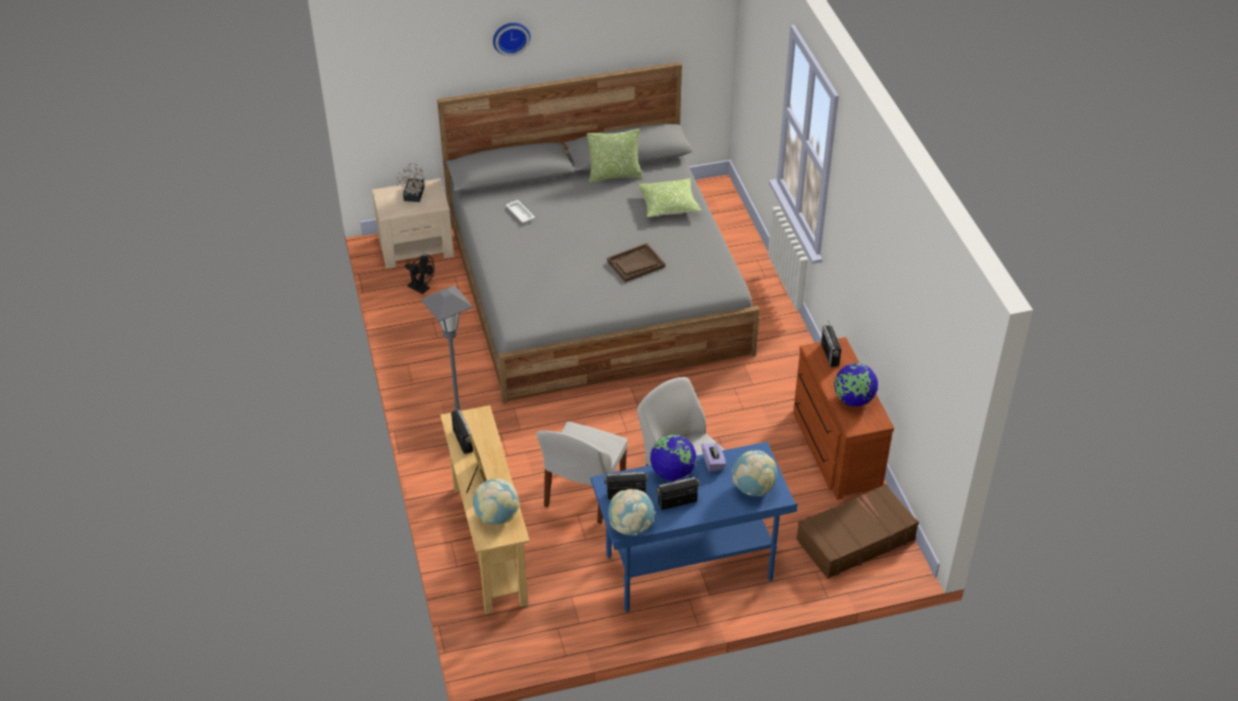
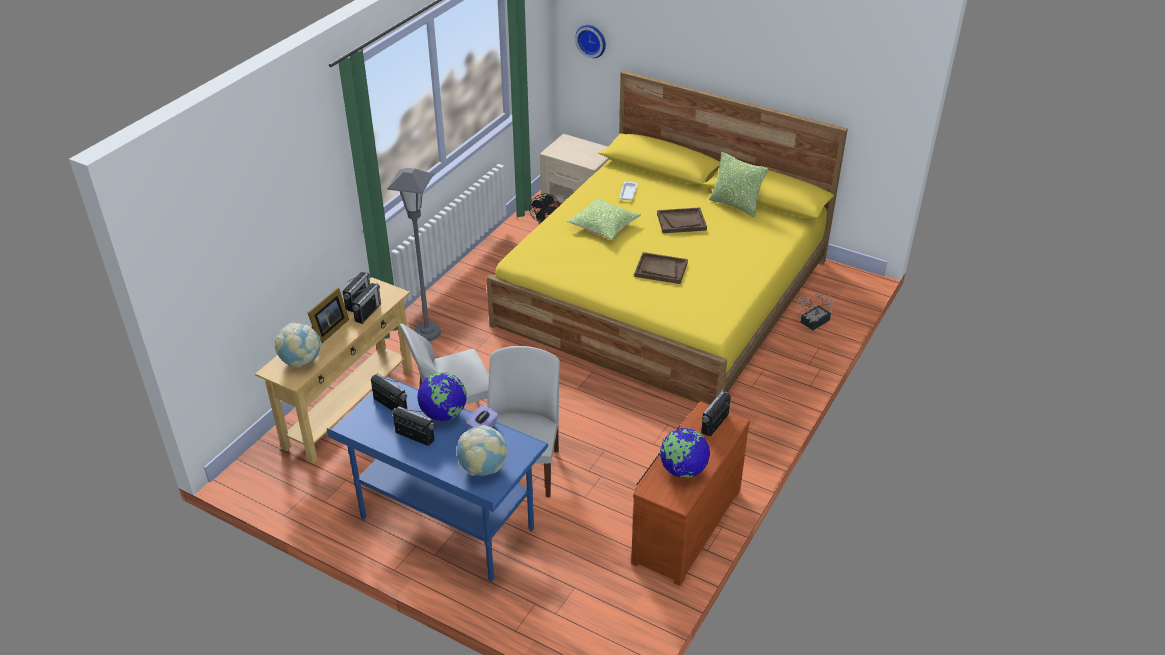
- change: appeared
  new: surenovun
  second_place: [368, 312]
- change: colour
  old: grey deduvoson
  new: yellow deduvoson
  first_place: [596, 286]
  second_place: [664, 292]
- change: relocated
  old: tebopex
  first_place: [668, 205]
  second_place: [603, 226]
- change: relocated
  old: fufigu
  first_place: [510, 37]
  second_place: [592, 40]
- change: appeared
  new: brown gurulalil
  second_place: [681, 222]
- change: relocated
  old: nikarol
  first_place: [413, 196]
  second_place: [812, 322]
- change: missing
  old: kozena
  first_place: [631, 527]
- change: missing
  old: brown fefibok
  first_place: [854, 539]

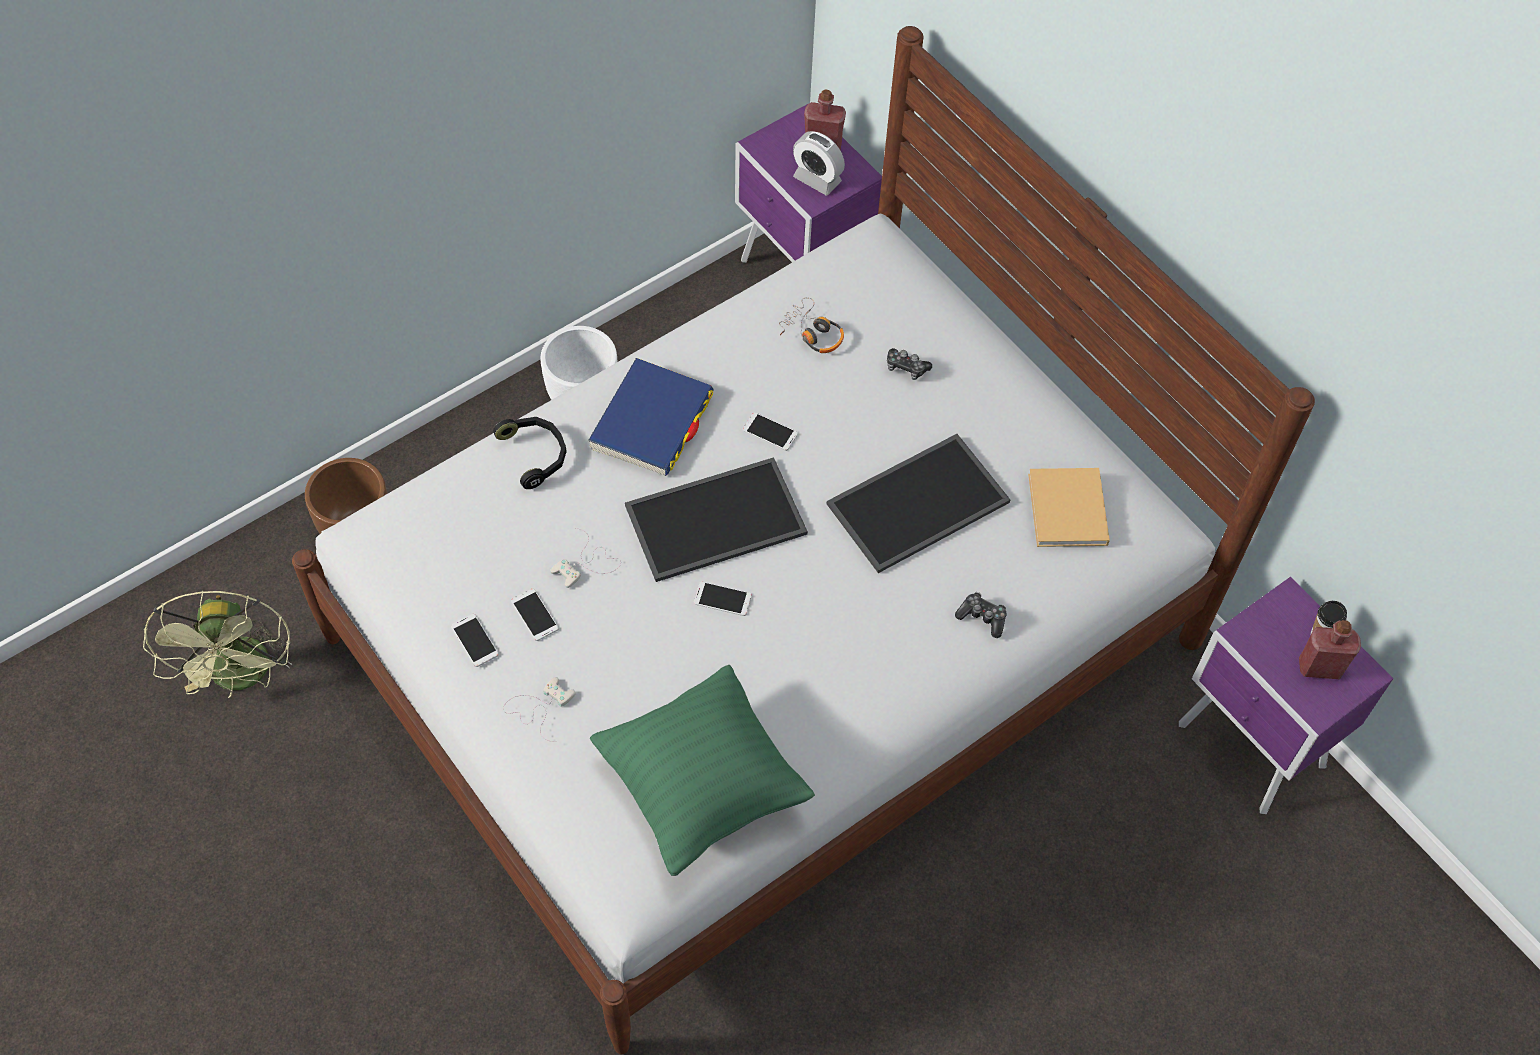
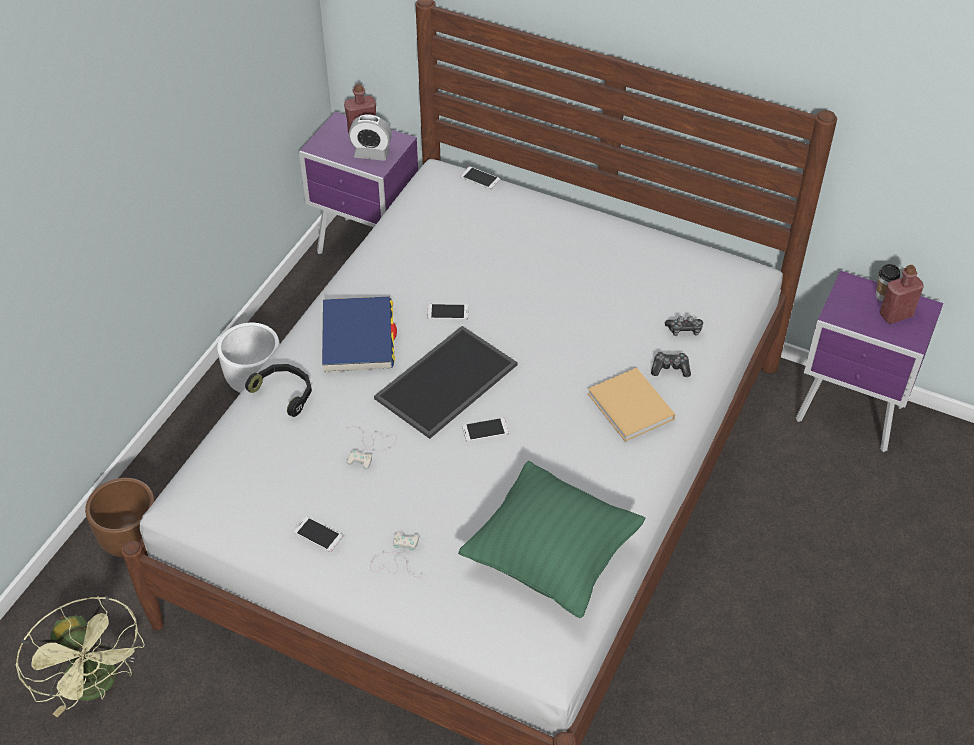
- change: relocated
  old: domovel
  first_place: [534, 615]
  second_place: [480, 178]
- change: relocated
  old: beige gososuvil
  first_place: [1067, 512]
  second_place: [632, 408]
- change: relocated
  old: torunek
  first_place: [906, 368]
  second_place: [684, 330]
- change: missing
  old: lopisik
  first_place: [812, 333]
- change: missing
  old: gurulalil
  first_place: [918, 500]

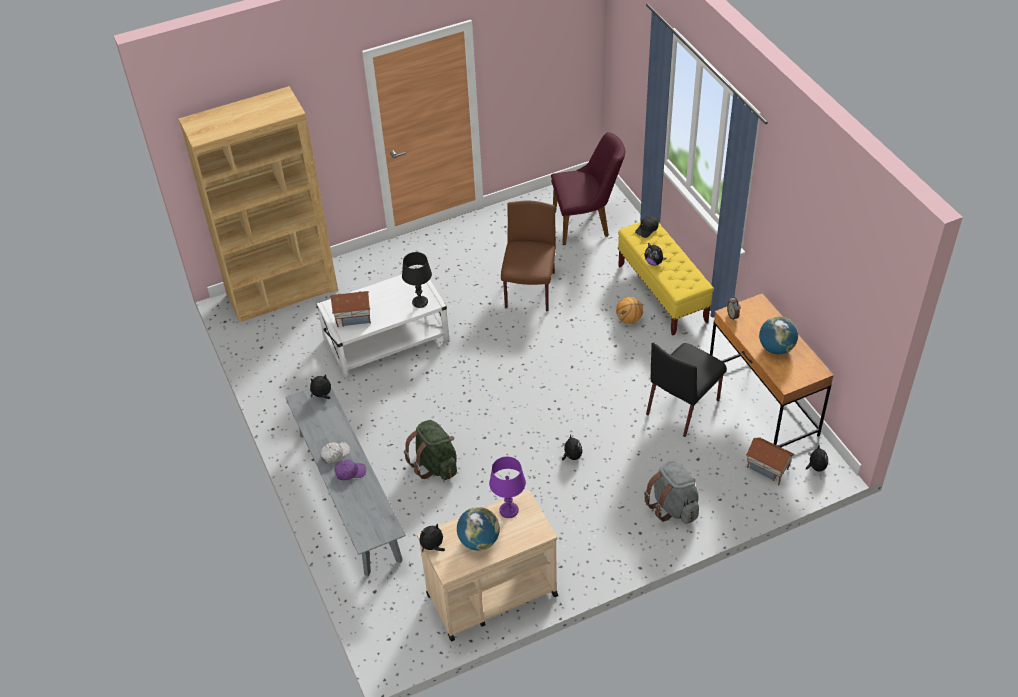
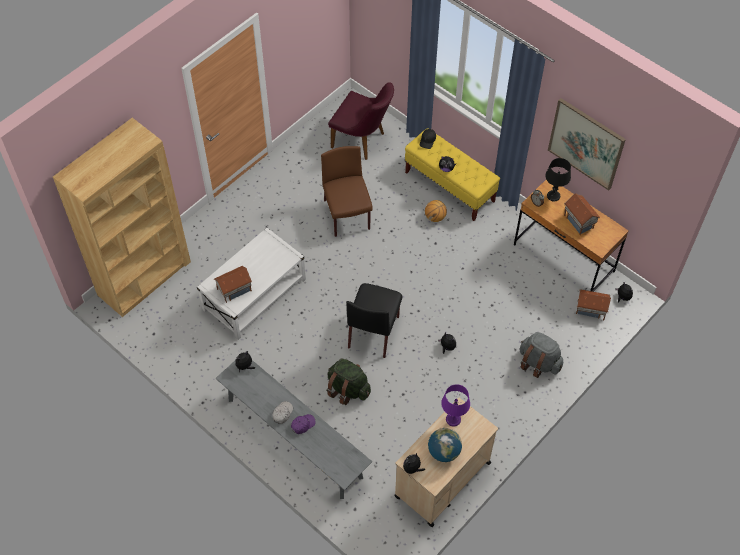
- change: spun
  old: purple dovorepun
  first_place: [586, 223]
  second_place: [362, 141]
  degrees: 60
- change: relocated
  old: black dovorepun
  first_place: [683, 406]
  second_place: [373, 331]
- change: relocated
  old: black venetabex
  first_place: [420, 302]
  second_place: [553, 196]
- change: appeared
  new: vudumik
  second_place: [586, 143]
- change: exchanged
  old: kozena
  new: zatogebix
  first_place: [776, 348]
  second_place: [579, 221]

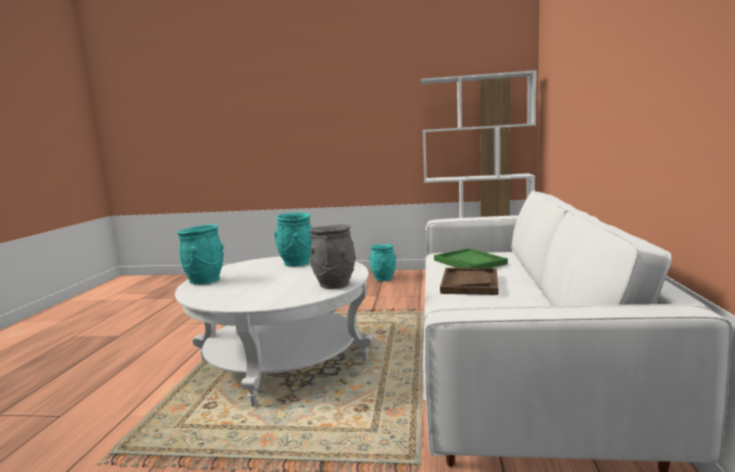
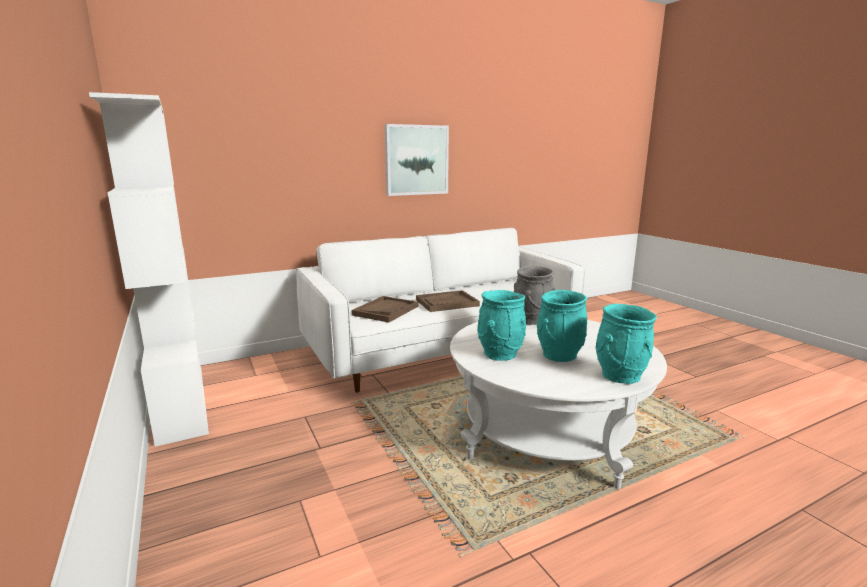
- change: colour
  old: green gurulalil
  new: brown gurulalil
  first_place: [469, 262]
  second_place: [385, 310]
- change: appeared
  new: vudumik
  second_place: [416, 160]
- change: relocated
  old: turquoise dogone
  first_place: [384, 278]
  second_place: [559, 355]

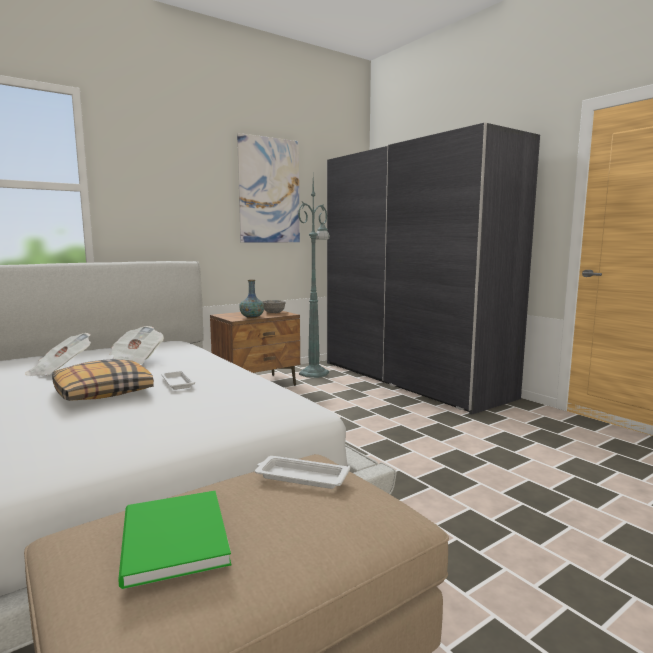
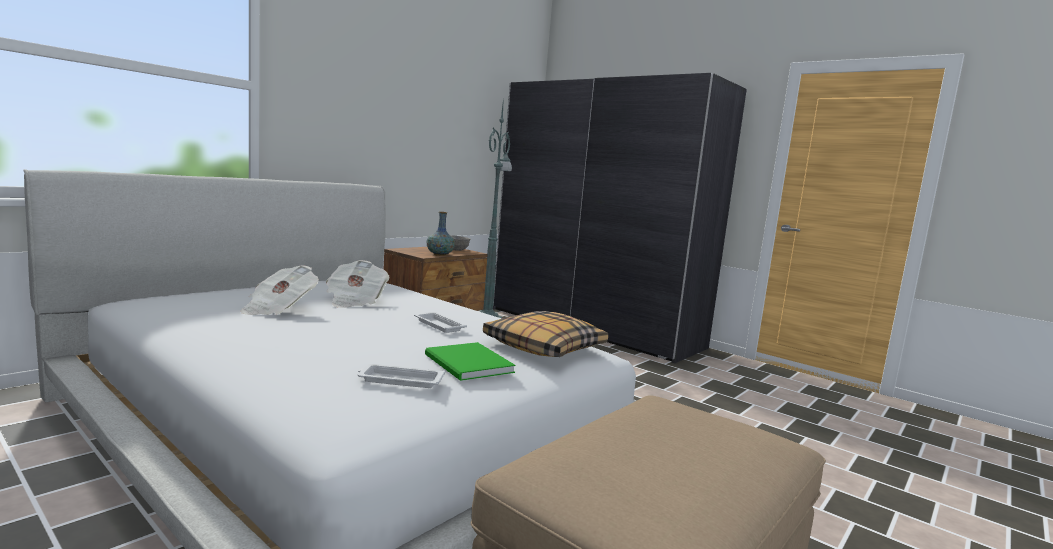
- change: relocated
  old: white gurulalil
  first_place: [300, 477]
  second_place: [399, 380]
- change: relocated
  old: green gososuvil
  first_place: [171, 541]
  second_place: [468, 365]
- change: relocated
  old: tebopex
  first_place: [102, 392]
  second_place: [543, 347]
- change: missing
  old: vudumik
  first_place: [269, 190]

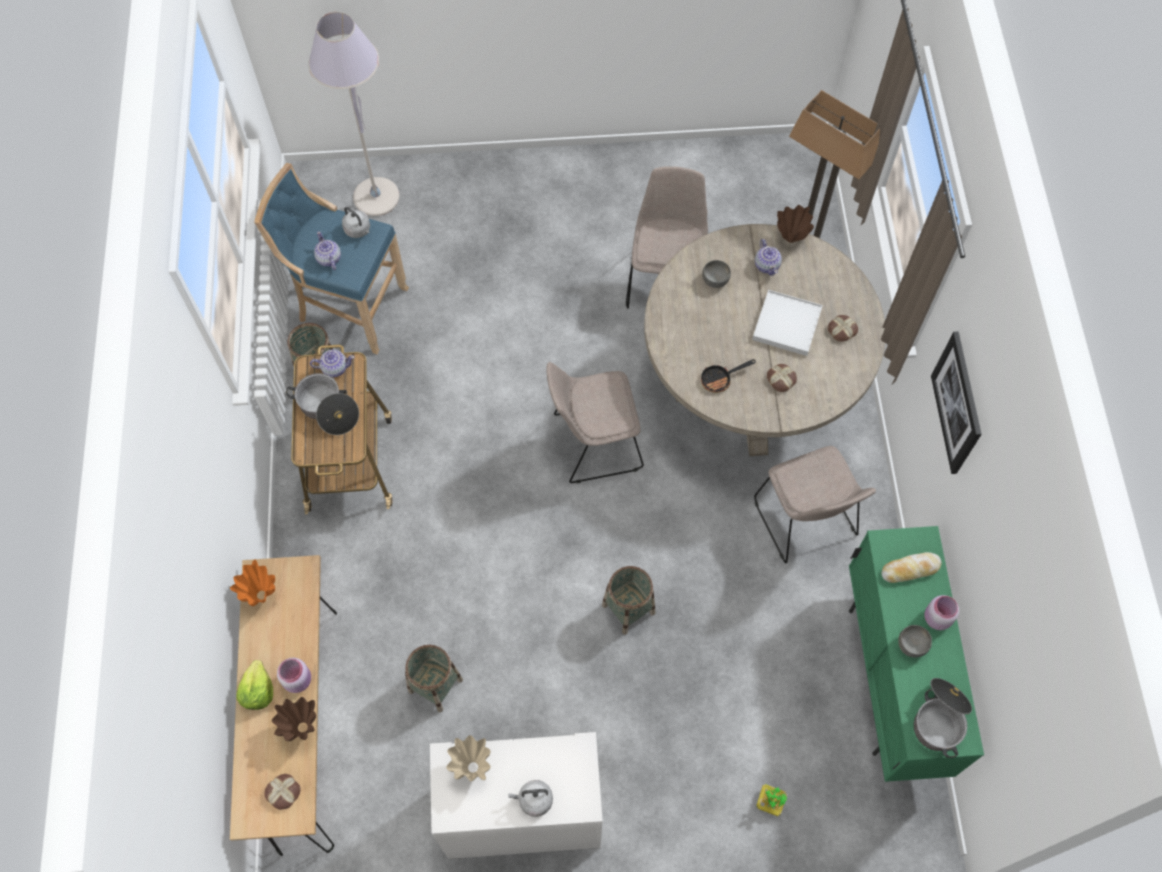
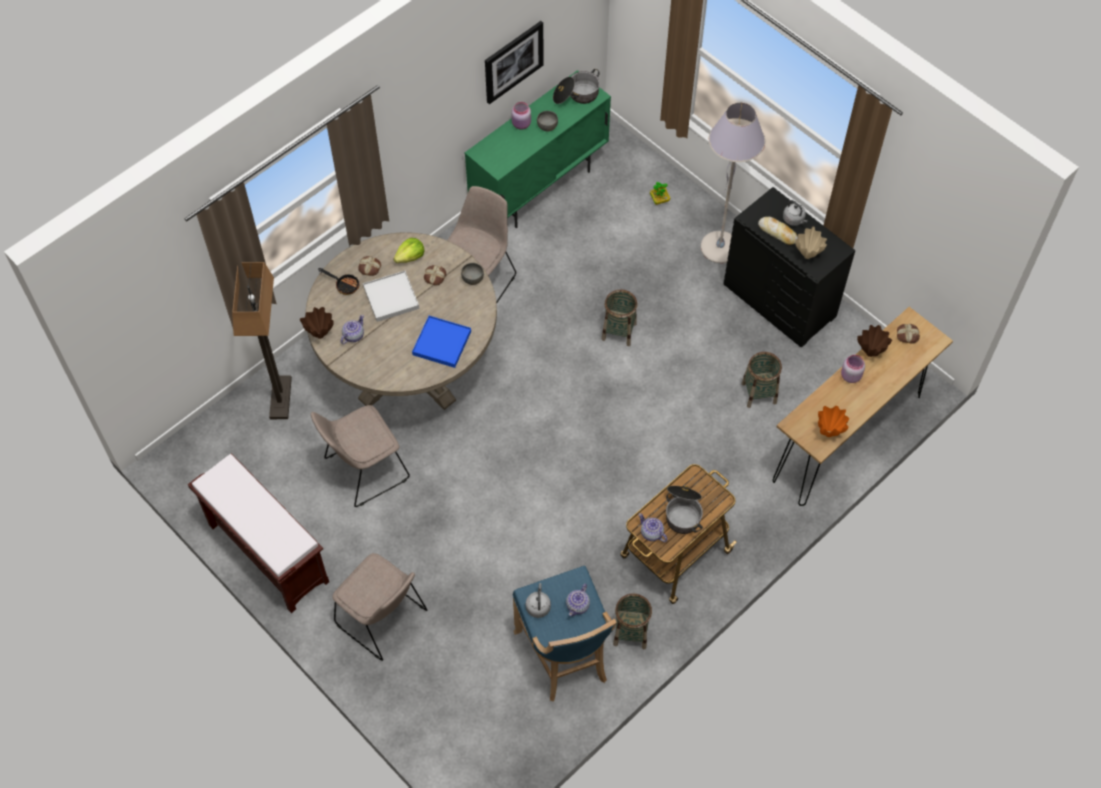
- change: appeared
  new: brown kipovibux
  second_place: [267, 553]
- change: relocated
  old: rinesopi
  first_place: [720, 379]
  second_place: [344, 284]
- change: relocated
  old: beige dovorepun
  first_place: [593, 443]
  second_place: [383, 619]
- change: relocated
  old: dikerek
  first_place: [257, 691]
  second_place: [410, 257]
- change: appeared
  new: blue gurulalil
  second_place: [442, 343]
- change: relocated
  old: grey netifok
  first_place: [715, 280]
  second_place: [472, 278]
- change: relocated
  old: vudumik
  first_place: [958, 403]
  second_place: [513, 61]
- change: relocated
  old: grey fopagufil
  first_place: [376, 197]
  second_place: [719, 248]
- change: colour
  old: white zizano
  new: black zizano
  first_place: [522, 814]
  second_place: [780, 300]
- change: relocated
  old: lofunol
  first_place: [910, 569]
  second_place: [777, 233]

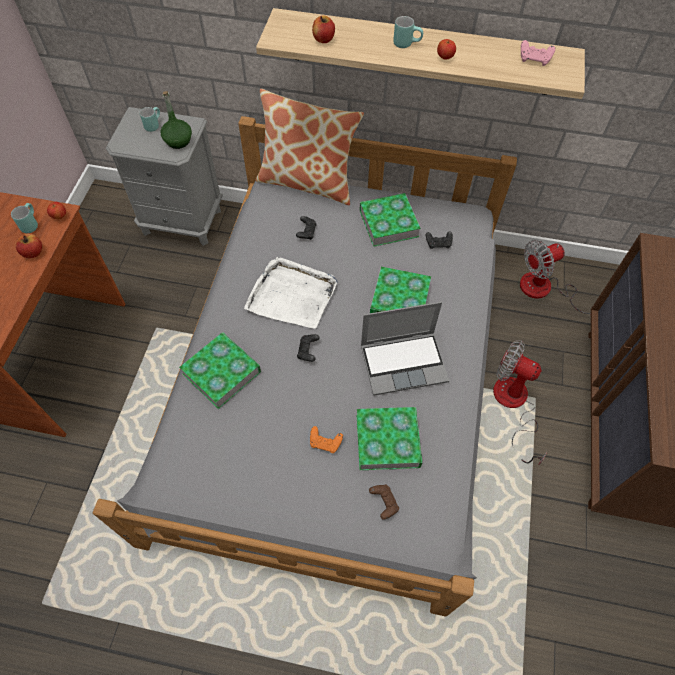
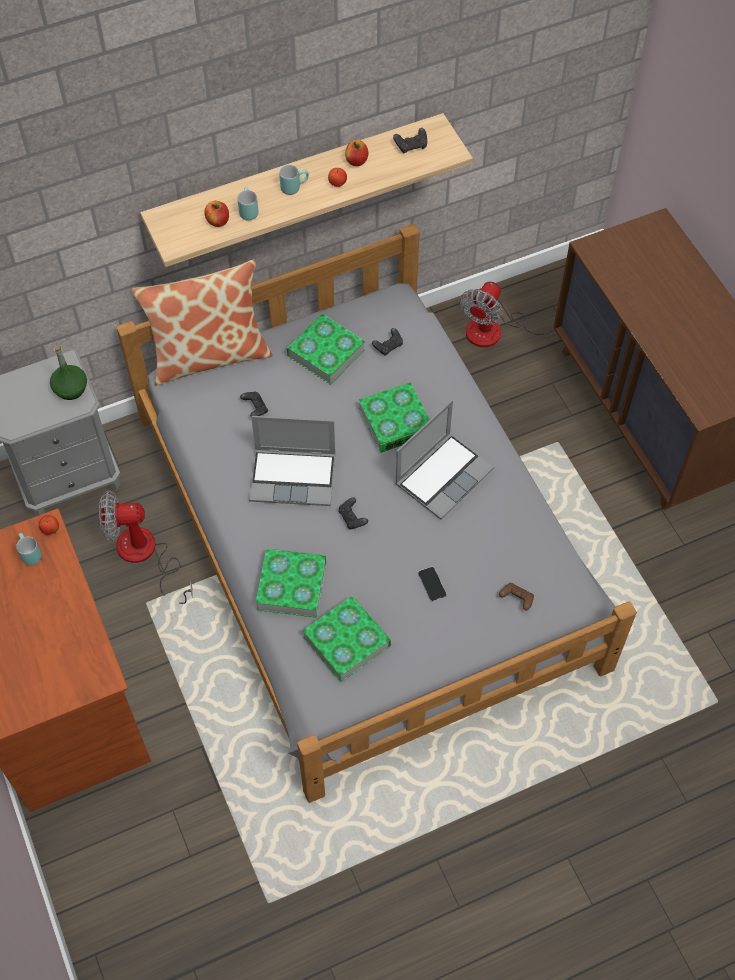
- change: relocated
  old: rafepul
  first_place: [513, 405]
  second_place: [145, 556]
- change: relocated
  old: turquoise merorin
  first_place: [153, 125]
  second_place: [247, 211]
- change: exchanged
  old: white gurulalil
  new: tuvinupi
  first_place: [292, 295]
  second_place: [294, 477]
- change: relocated
  old: gososuvil
  first_place: [387, 441]
  second_place: [347, 641]
- change: relocated
  old: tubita
  first_place: [33, 252]
  second_place: [356, 161]
- change: colour
  old: pink torunek
  new: black torunek
  first_place: [534, 59]
  second_place: [411, 146]
- change: exchanged
  old: orange torunek
  new: domovel
  first_place: [325, 442]
  second_place: [432, 584]

